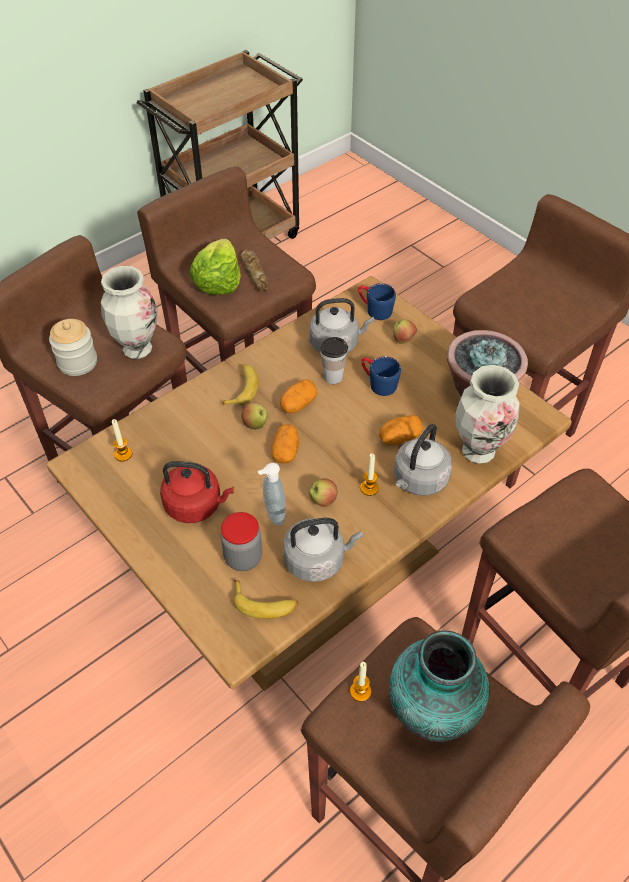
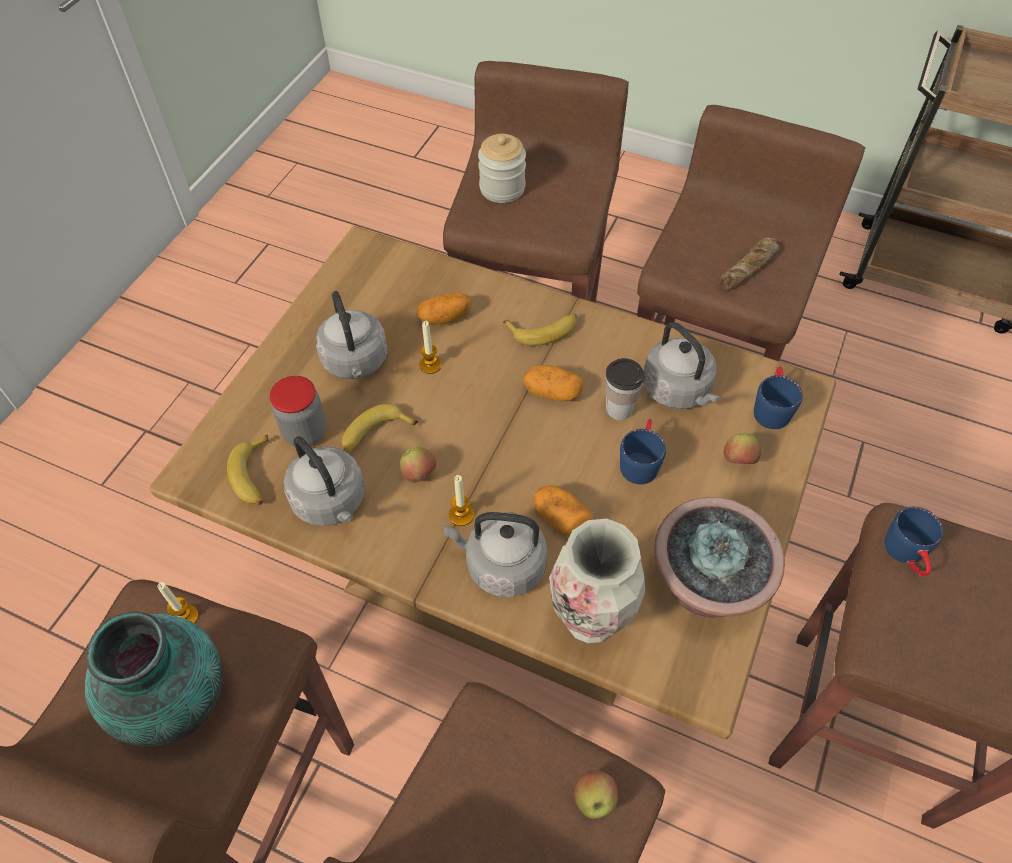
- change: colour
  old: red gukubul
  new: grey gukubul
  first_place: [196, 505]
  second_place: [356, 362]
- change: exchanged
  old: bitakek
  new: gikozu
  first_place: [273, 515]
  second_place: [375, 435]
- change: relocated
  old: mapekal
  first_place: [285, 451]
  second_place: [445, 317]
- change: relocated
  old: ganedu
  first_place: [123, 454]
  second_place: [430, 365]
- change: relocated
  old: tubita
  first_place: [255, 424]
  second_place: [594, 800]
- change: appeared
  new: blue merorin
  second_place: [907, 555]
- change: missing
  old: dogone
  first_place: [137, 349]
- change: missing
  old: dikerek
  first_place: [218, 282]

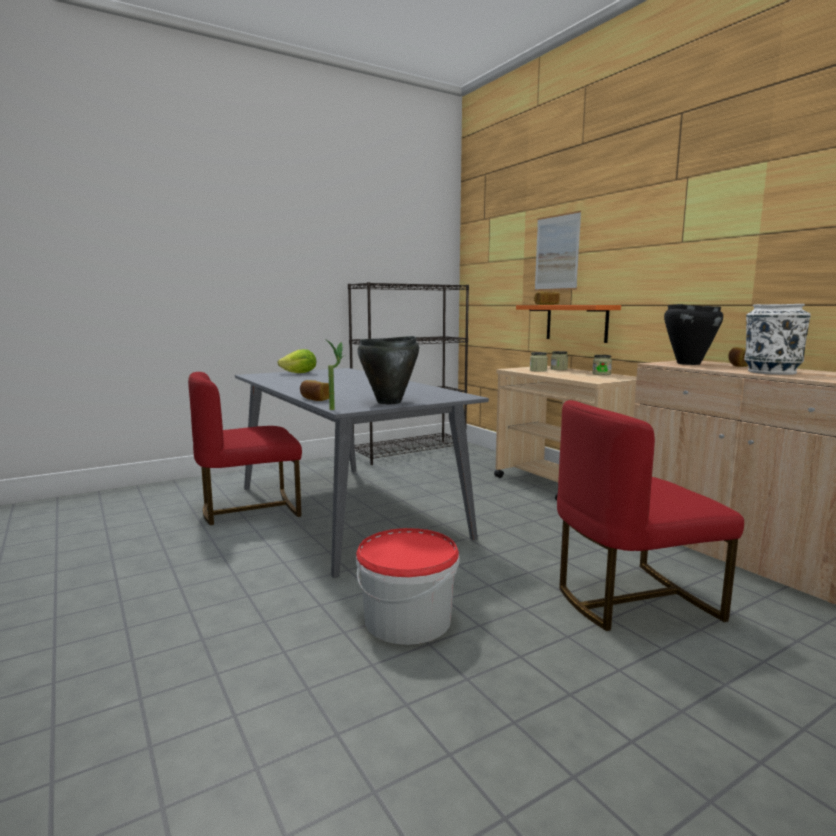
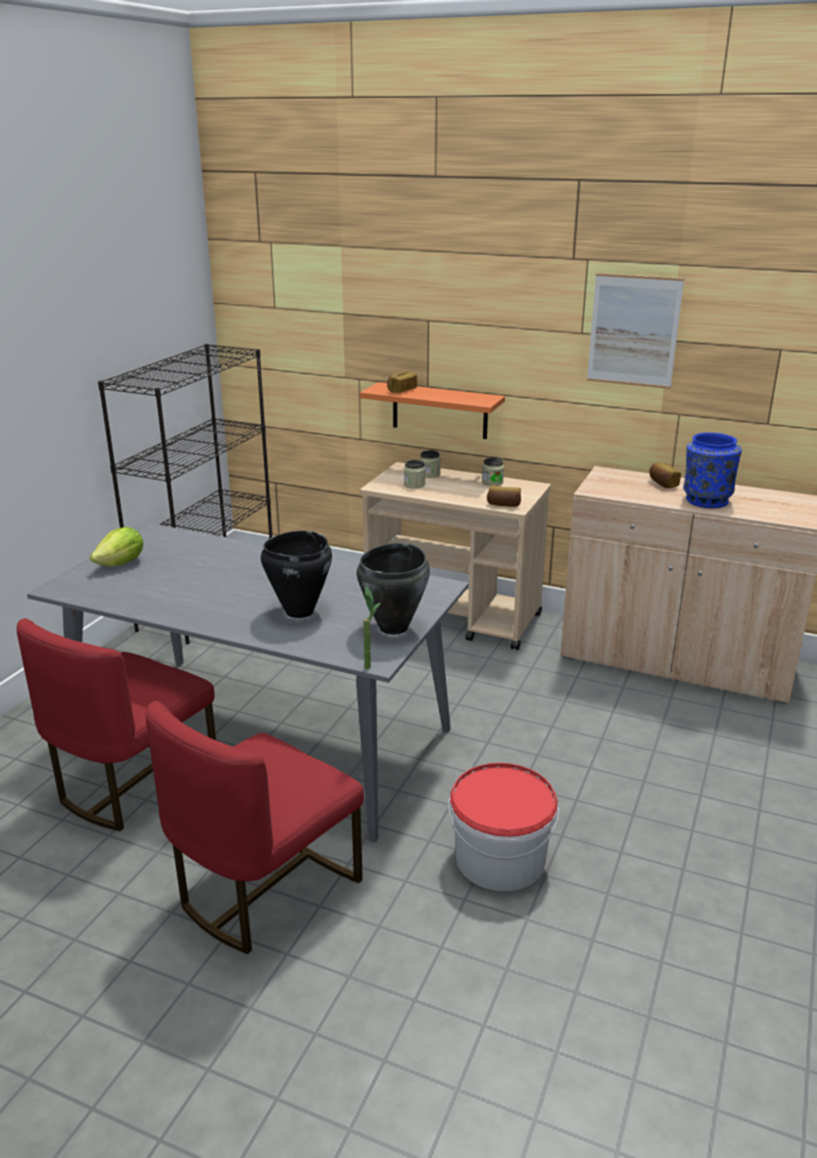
- change: relocated
  old: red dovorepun
  first_place: [631, 599]
  second_place: [264, 888]
- change: relocated
  old: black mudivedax
  first_place: [688, 363]
  second_place: [298, 611]
- change: relocated
  old: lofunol
  first_place: [314, 399]
  second_place: [504, 504]
- change: relocated
  old: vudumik
  first_place: [557, 252]
  second_place: [633, 331]
- change: colour
  old: white dogone
  new: blue dogone
  first_place: [770, 372]
  second_place: [705, 500]

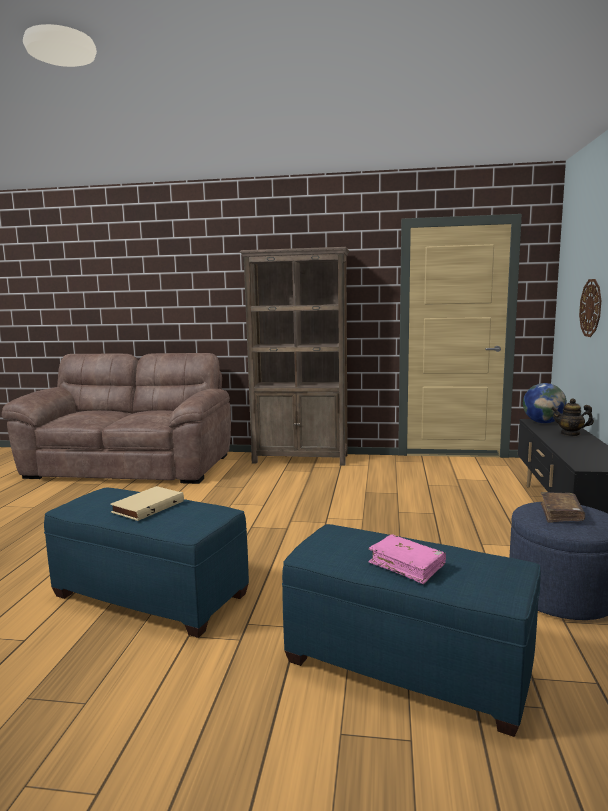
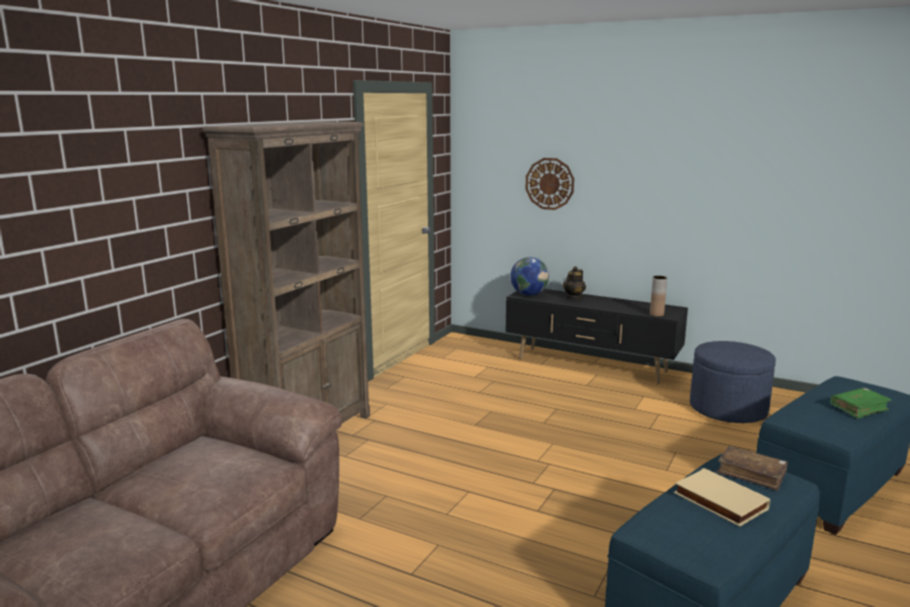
- change: appeared
  new: brown dogone
  second_place: [656, 314]
- change: relocated
  old: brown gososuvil
  first_place: [561, 514]
  second_place: [751, 474]
- change: colour
  old: pink gososuvil
  new: green gososuvil
  first_place: [407, 566]
  second_place: [859, 408]

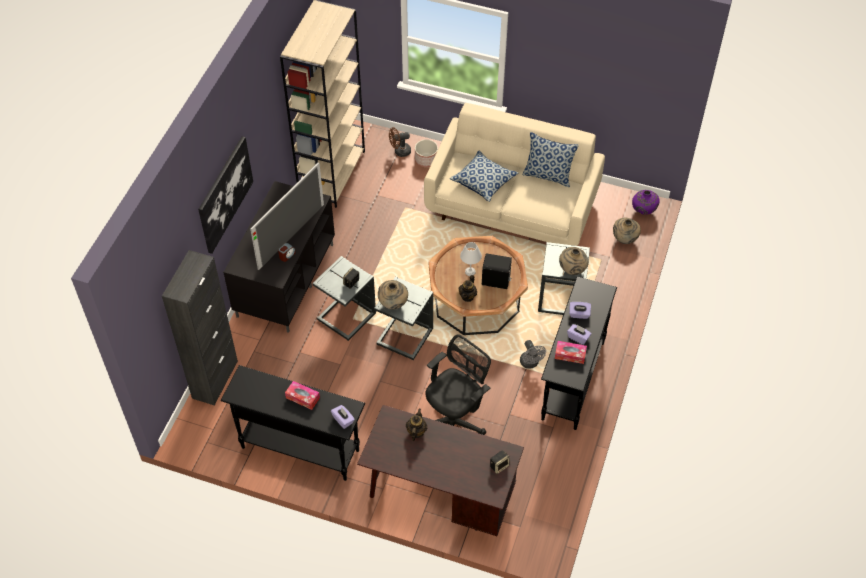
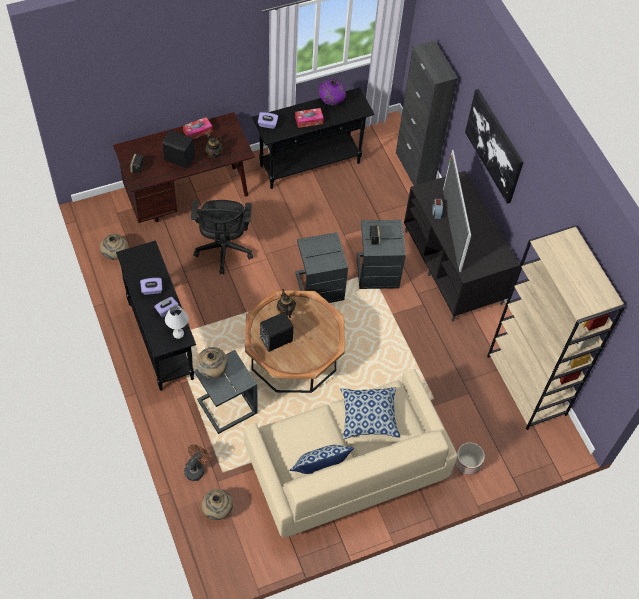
- change: relocated
  old: beige dogone
  first_place: [393, 304]
  second_place: [115, 255]
- change: appeared
  new: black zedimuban
  second_place: [179, 158]
- change: relocated
  old: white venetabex
  first_place: [470, 272]
  second_place: [178, 333]
- change: relocated
  old: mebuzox
  first_place: [570, 355]
  second_place: [198, 131]
- change: relocated
  old: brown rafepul
  first_place: [399, 151]
  second_place: [196, 469]
- change: relocated
  old: purple dogone
  first_place: [643, 211]
  second_place: [331, 101]
- change: missing
  old: grey rafepul
  first_place: [530, 363]

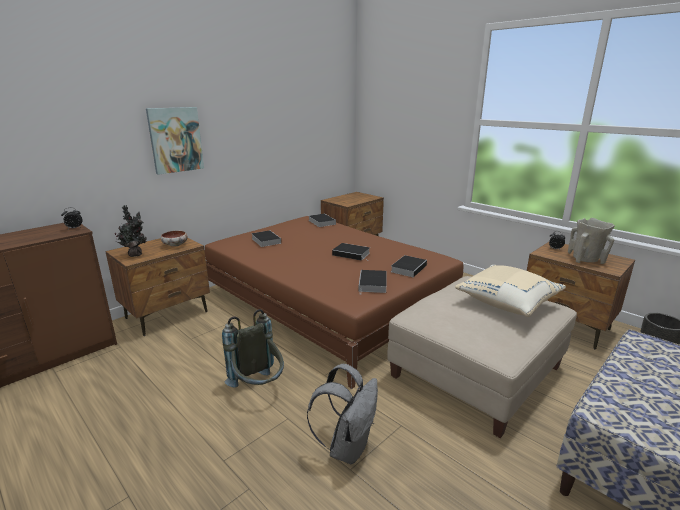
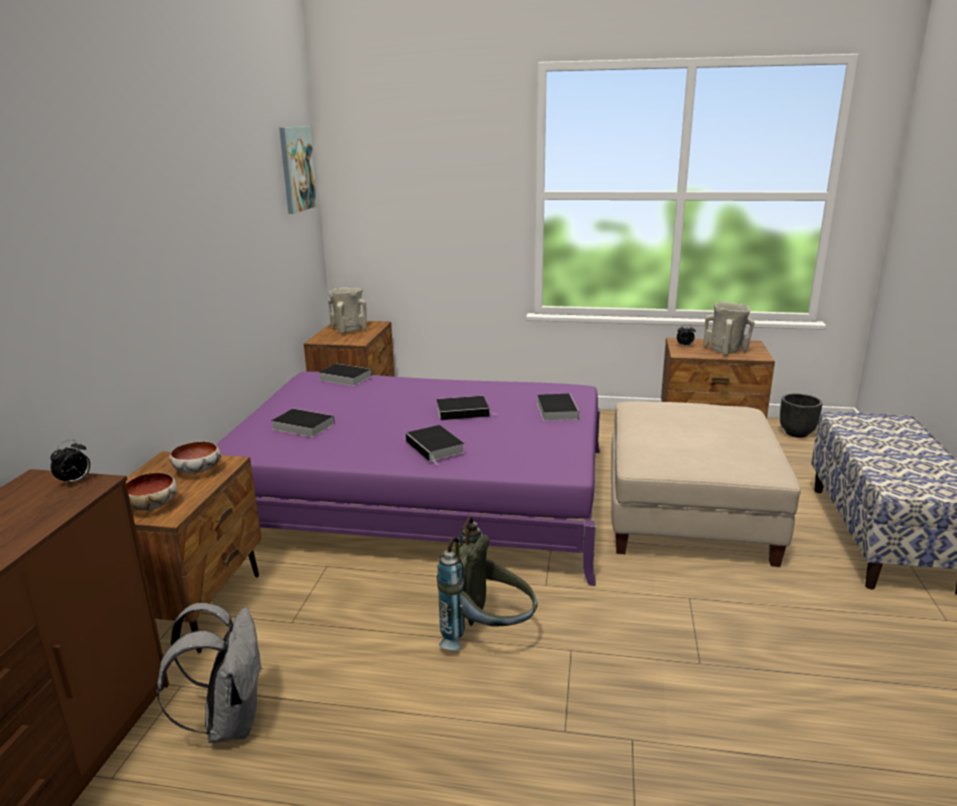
- change: exchanged
  old: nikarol
  new: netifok
  first_place: [135, 254]
  second_place: [151, 505]
- change: relocated
  old: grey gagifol
  first_place: [347, 447]
  second_place: [229, 721]
- change: colour
  old: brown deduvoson
  new: purple deduvoson
  first_place: [327, 300]
  second_place: [422, 495]
- change: relocated
  old: vudumik
  first_place: [175, 140]
  second_place: [296, 169]
- change: appeared
  new: beige dogone
  second_place: [349, 330]
- change: relocated
  old: gososuvil
  first_place: [373, 284]
  second_place: [436, 447]
- change: missing
  old: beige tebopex
  first_place: [506, 302]

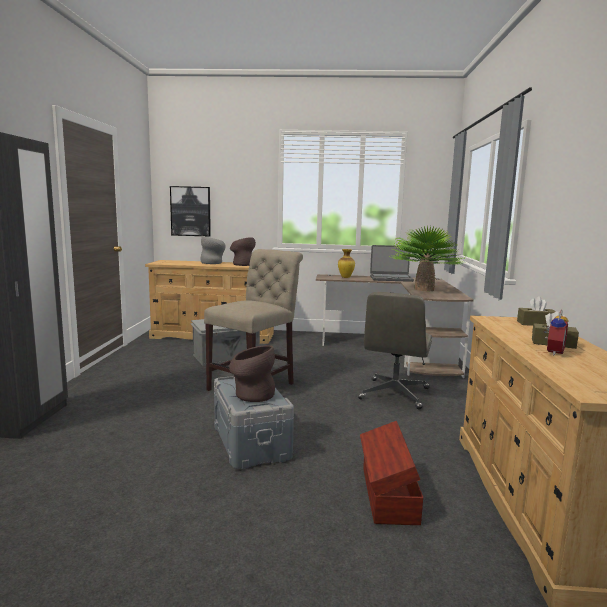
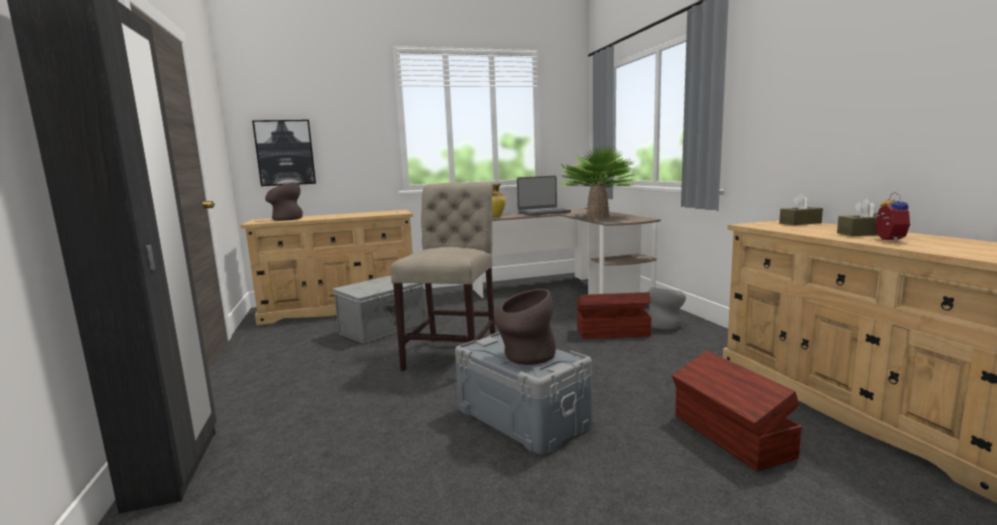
- change: relocated
  old: brown dogone
  first_place: [242, 264]
  second_place: [286, 219]
- change: exchanged
  old: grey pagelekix
  new: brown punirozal
  first_place: [394, 394]
  second_place: [612, 332]
- change: relocated
  old: grey dogone
  first_place: [213, 263]
  second_place: [664, 324]

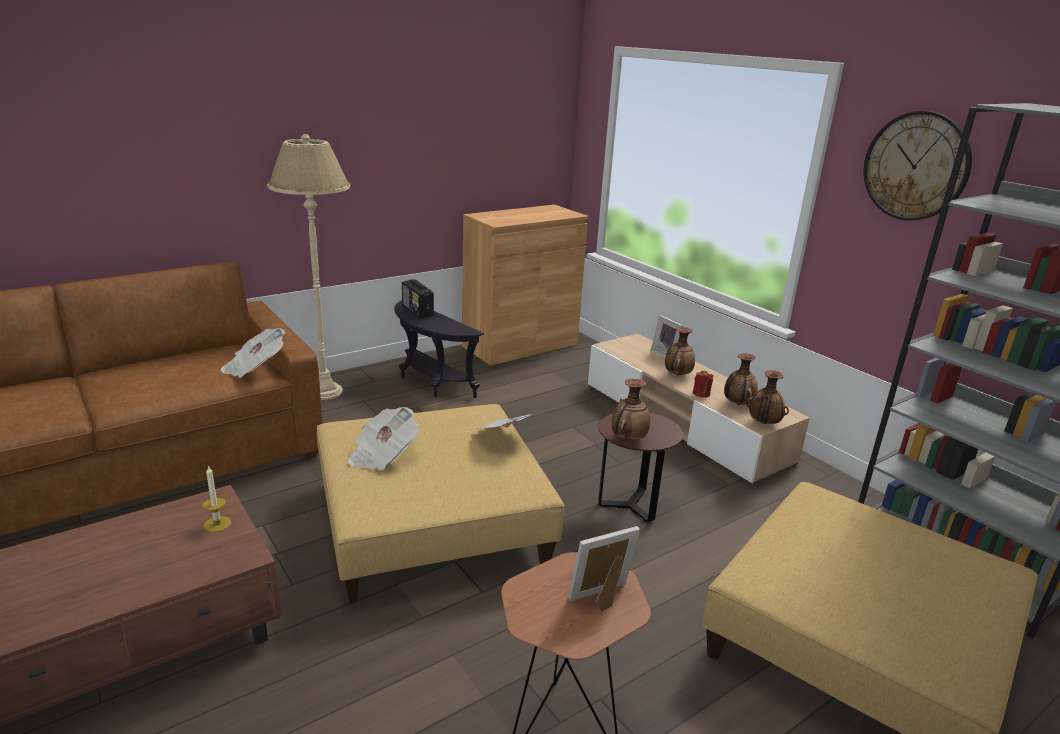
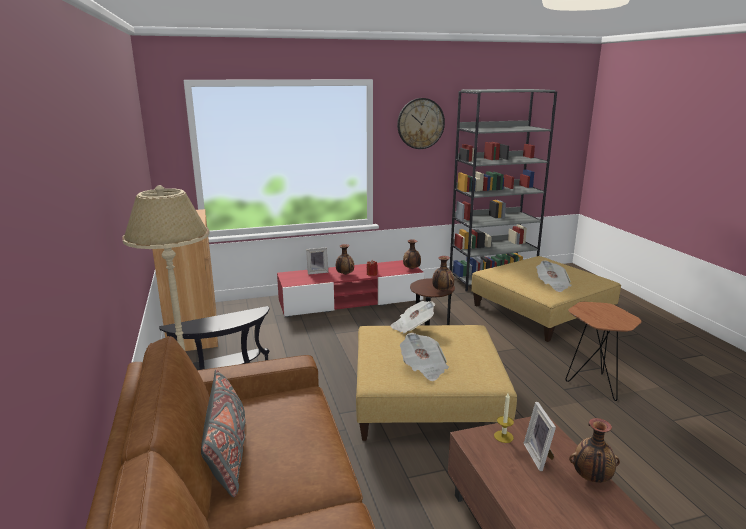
- change: appeared
  new: grey tebopex
  second_place: [228, 454]
- change: colour
  old: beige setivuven
  new: red setivuven
  first_place: [683, 422]
  second_place: [351, 301]
- change: relocated
  old: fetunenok
  first_place: [603, 599]
  second_place: [540, 456]
- change: relocated
  old: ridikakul
  first_place: [254, 368]
  second_place: [552, 285]
- change: relocated
  old: dogone
  first_place: [737, 404]
  second_place: [591, 478]
- change: missing
  old: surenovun
  first_place: [417, 311]

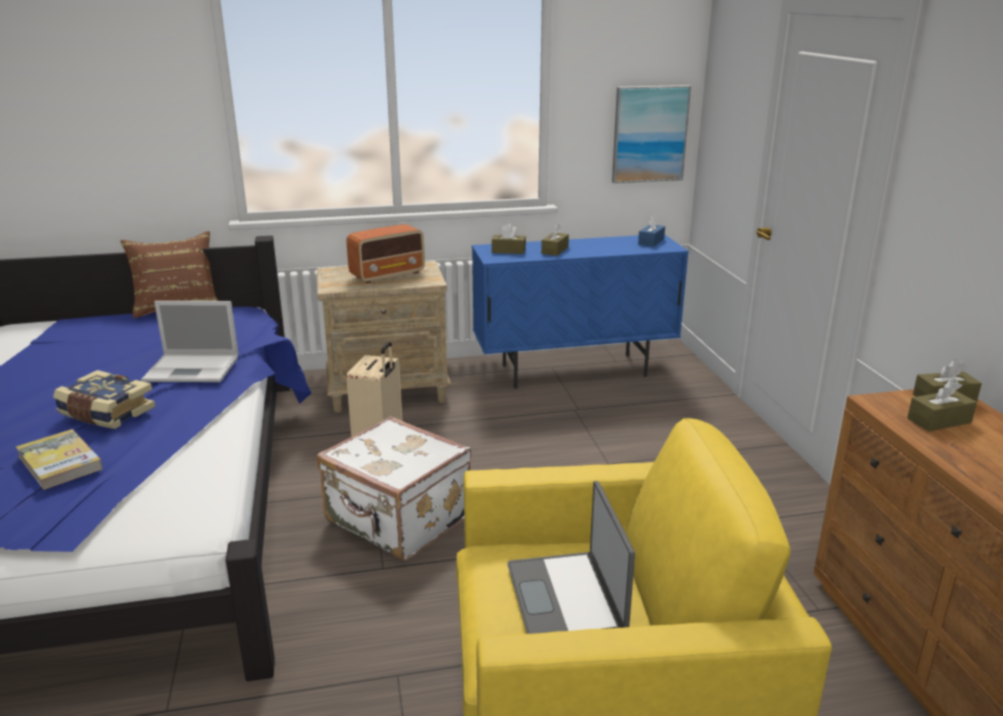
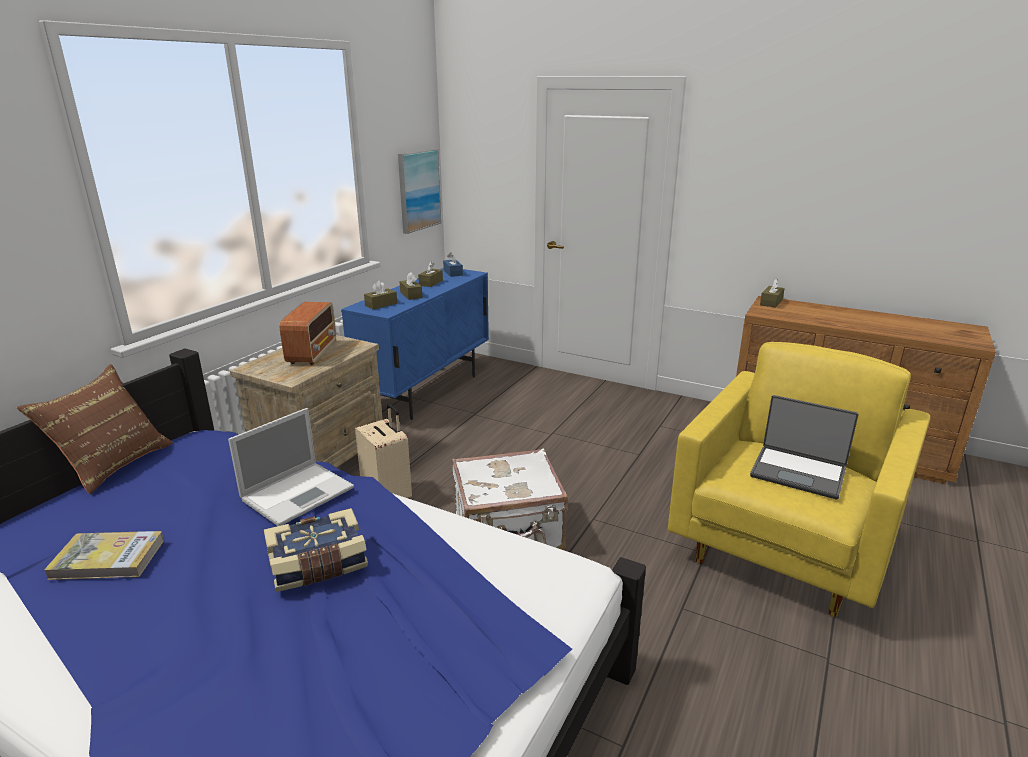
- change: relocated
  old: gososuvil
  first_place: [60, 462]
  second_place: [108, 559]
- change: relocated
  old: brown mebuzox
  first_place: [939, 420]
  second_place: [431, 283]

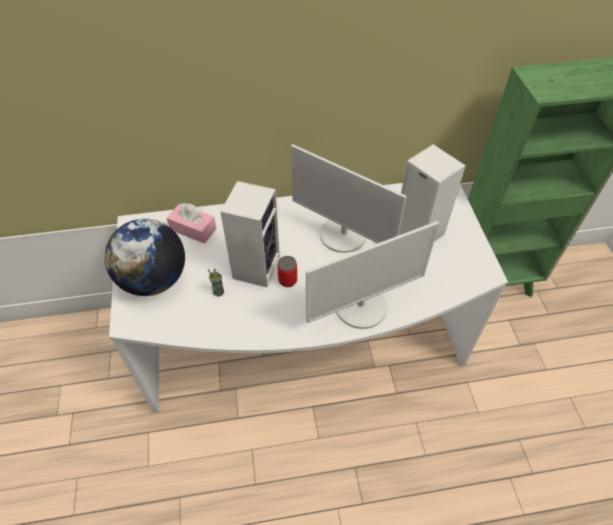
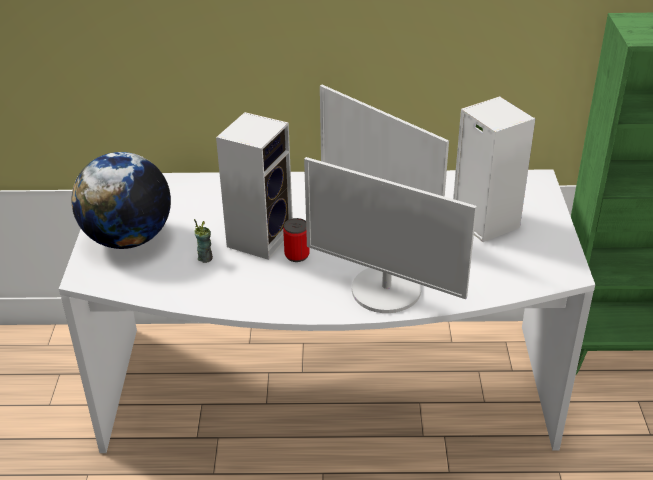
- change: spun
  old: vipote
  first_place: [361, 306]
  second_place: [386, 290]
  degrees: 45
- change: missing
  old: pink mebuzox
  first_place: [193, 229]

